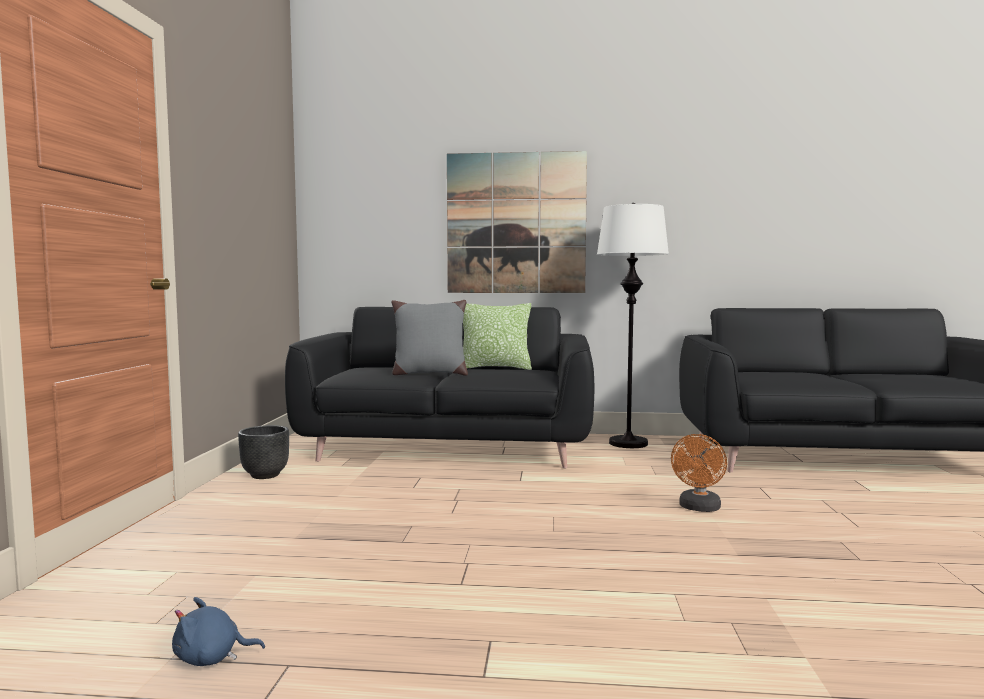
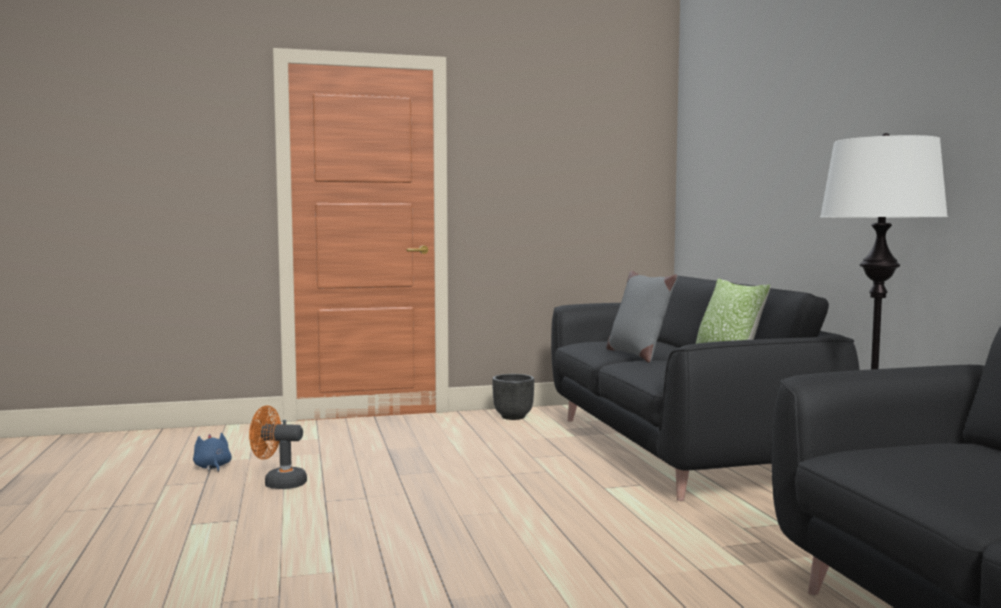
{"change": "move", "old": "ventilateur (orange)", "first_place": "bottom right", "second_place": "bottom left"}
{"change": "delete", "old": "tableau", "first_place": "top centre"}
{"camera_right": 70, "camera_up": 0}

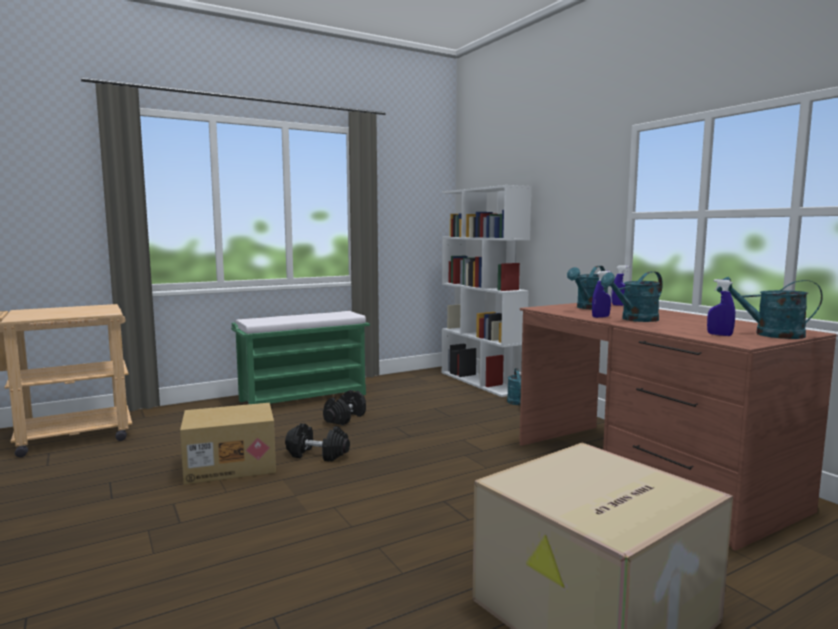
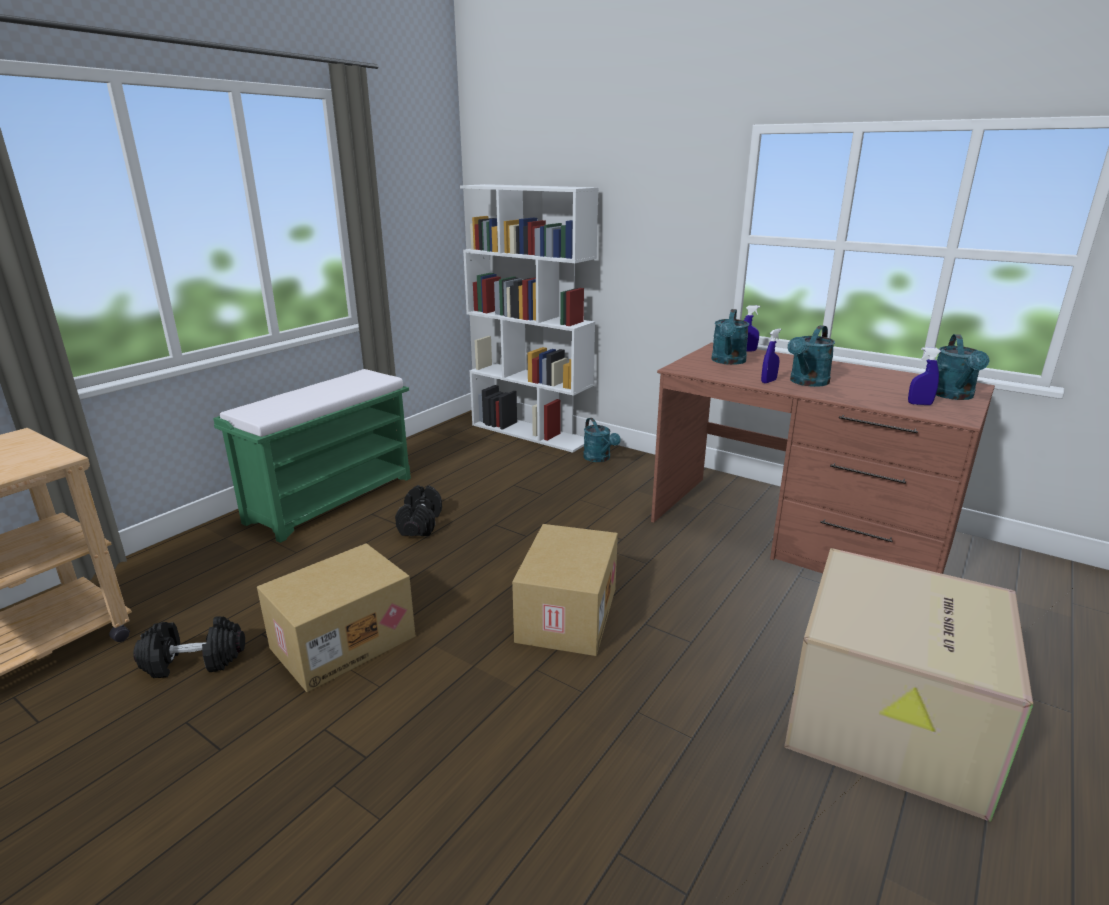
{"change": "move", "old": "haltère (noir) (1st from left)", "first_place": "bottom centre", "second_place": "bottom left"}
{"change": "insert", "new": "carton (2nd from left)", "second_place": "centre"}
{"change": "rotate", "old": "arrosoir (turquoise) (4th from left)", "first_place": "middle right", "second_place": "middle right", "degrees": -75}
{"camera_right": -25, "camera_up": 15}

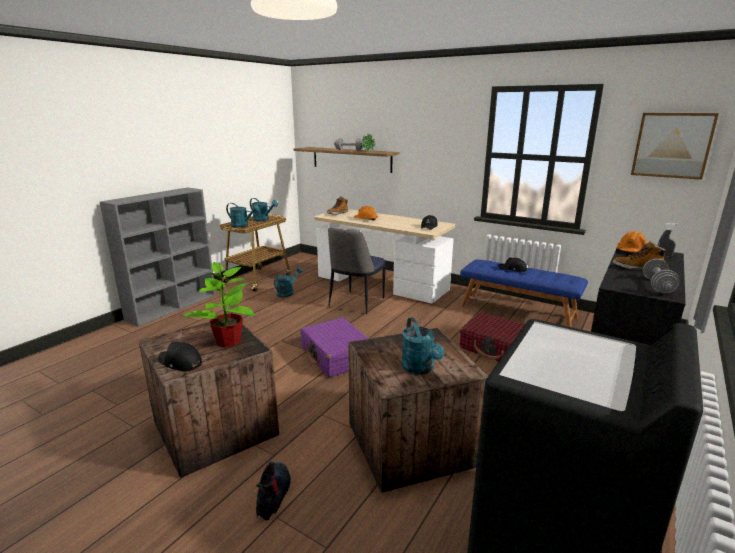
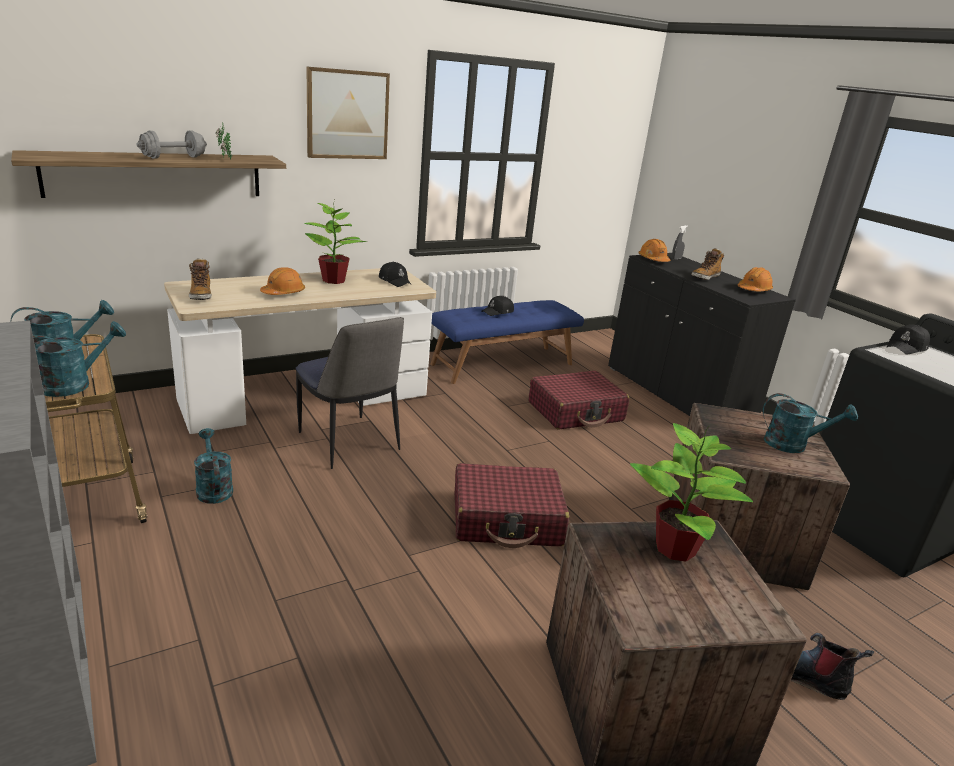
{"change": "insert", "new": "plante en pot (2nd from left)", "second_place": "top centre"}
{"change": "move", "old": "tableau", "first_place": "top right", "second_place": "top centre"}
{"change": "recolor", "old": "valise (violet)", "new": "valise (rouge) (1st from left)", "first_place": "centre", "second_place": "centre"}
{"change": "replace", "old": "haltère (gris) (2nd from left)", "new": "casque de chantier (orange) (3rd from left)", "first_place": "middle right", "second_place": "middle right"}
{"change": "move", "old": "casquette (noir) (1st from left in the first image)", "new": "casquette (noir) (3rd from left)", "first_place": "middle left", "second_place": "middle right"}
{"camera_right": -65, "camera_up": 5}

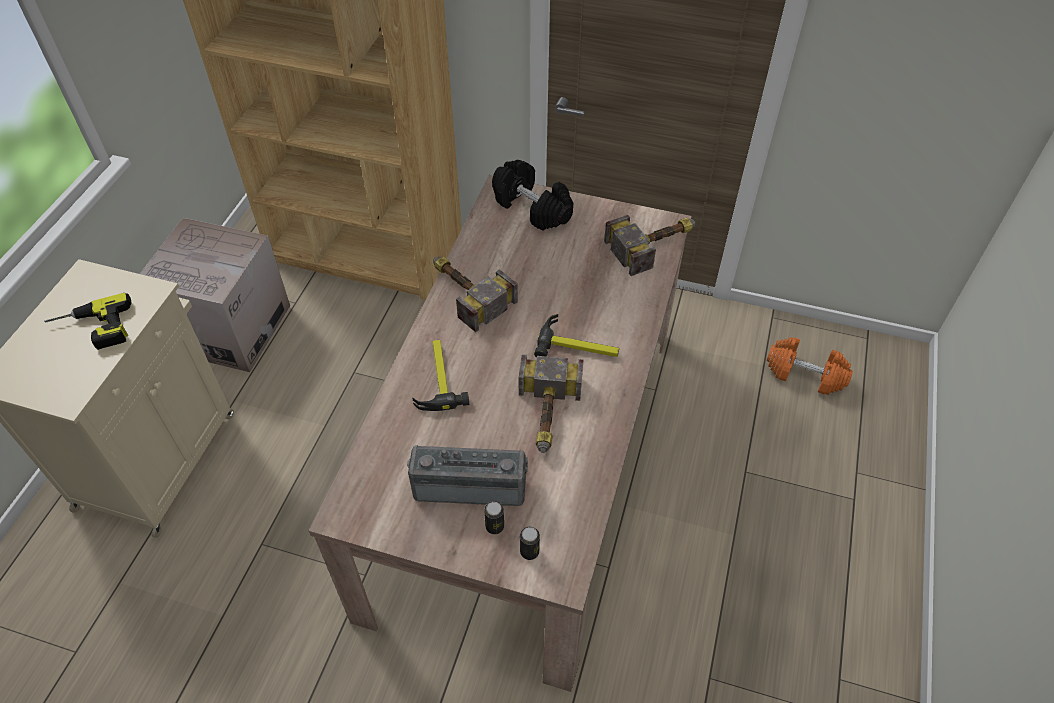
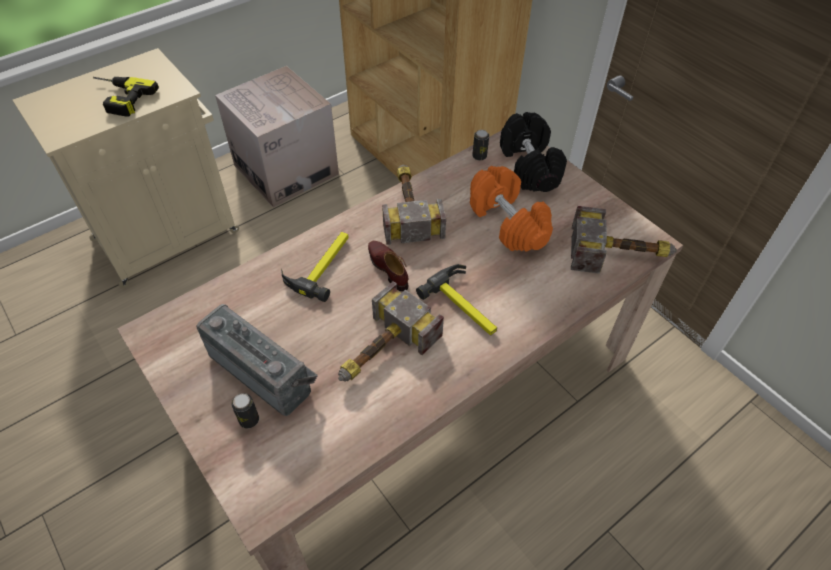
{"change": "insert", "new": "chaussure (marron)", "second_place": "centre"}
{"change": "move", "old": "haltère (orange)", "first_place": "middle right", "second_place": "centre"}
{"change": "move", "old": "boîte métallique (2nd from left)", "first_place": "bottom centre", "second_place": "top centre"}
{"camera_right": 35, "camera_up": 0}

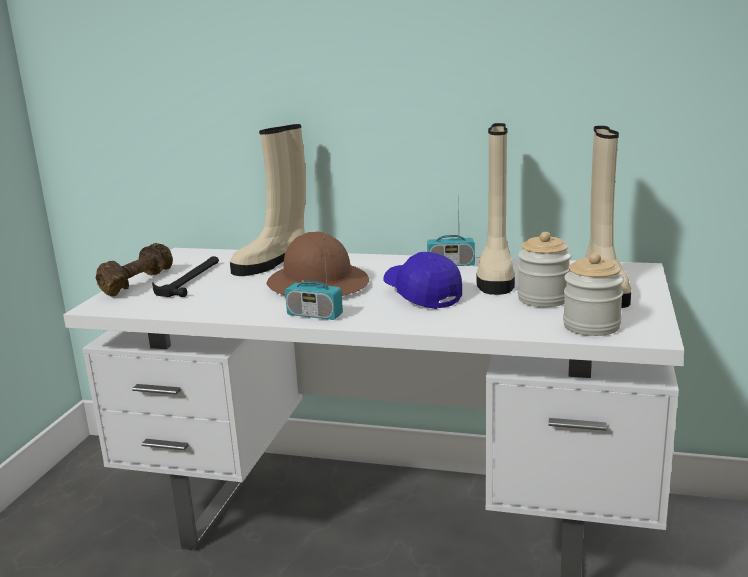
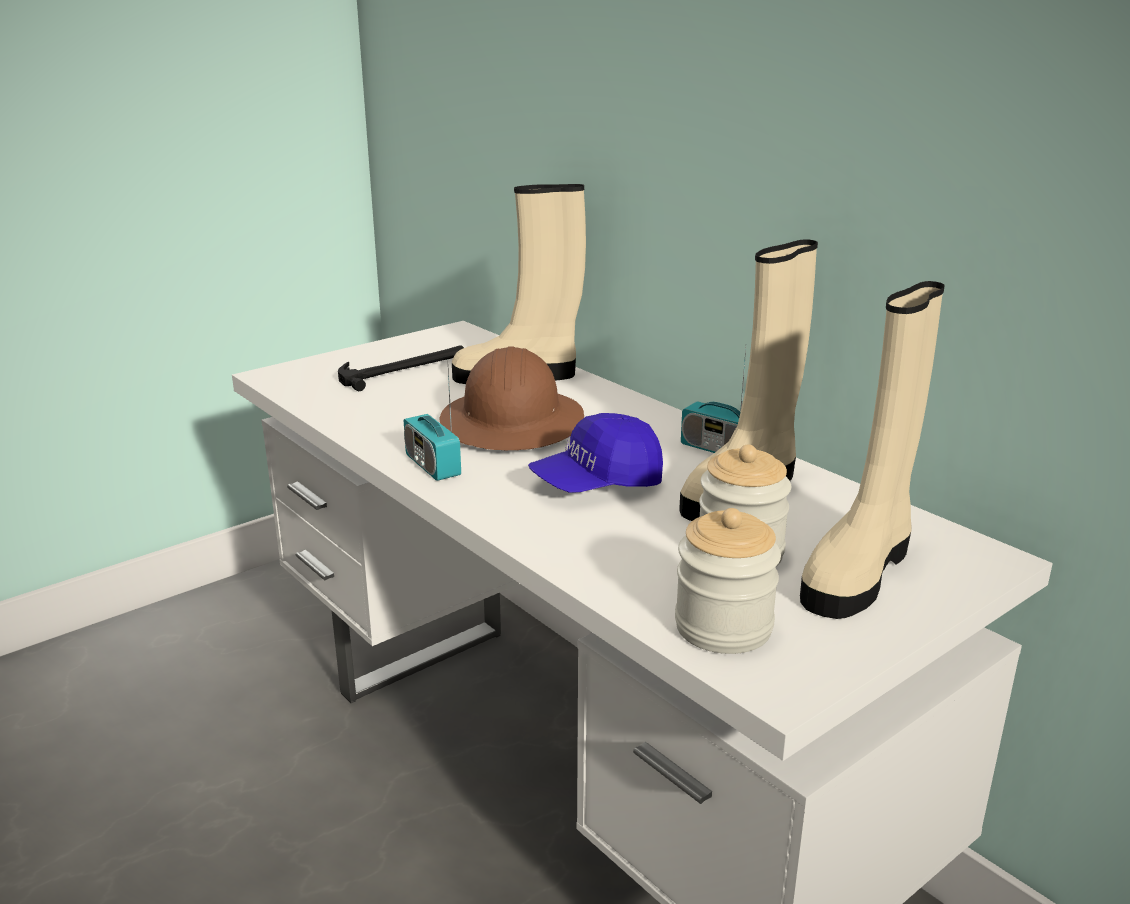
{"change": "rotate", "old": "casquette (bleu)", "first_place": "centre", "second_place": "centre", "degrees": -120}
{"change": "delete", "old": "haltère (marron)", "first_place": "middle left"}
{"camera_right": 35, "camera_up": 5}

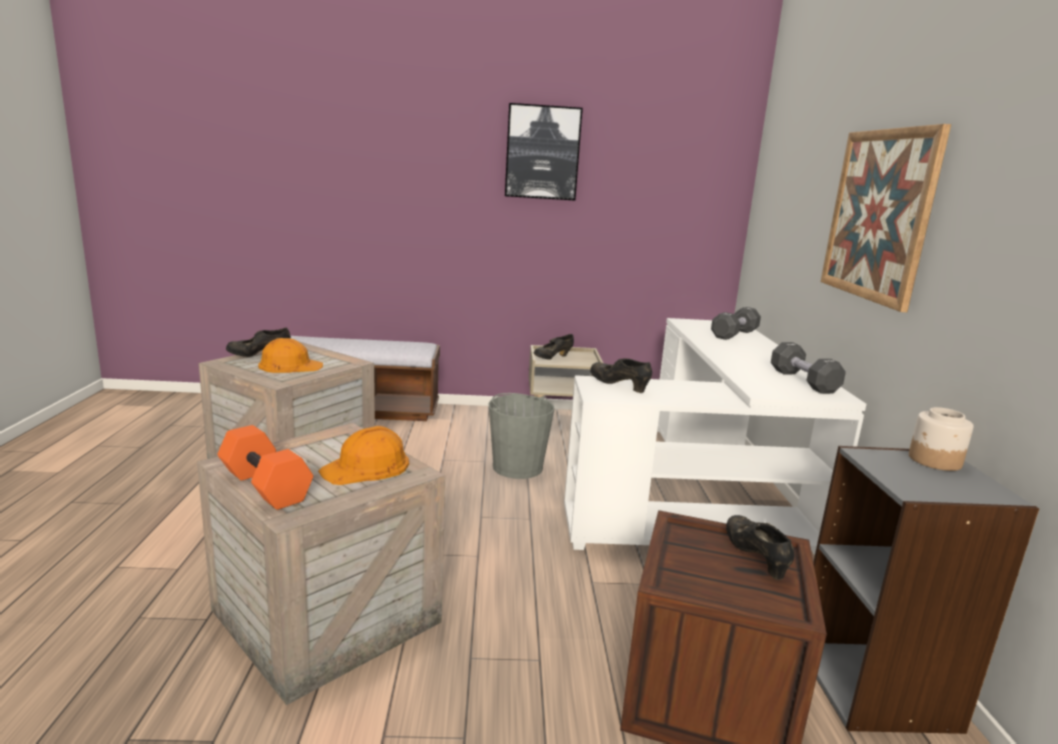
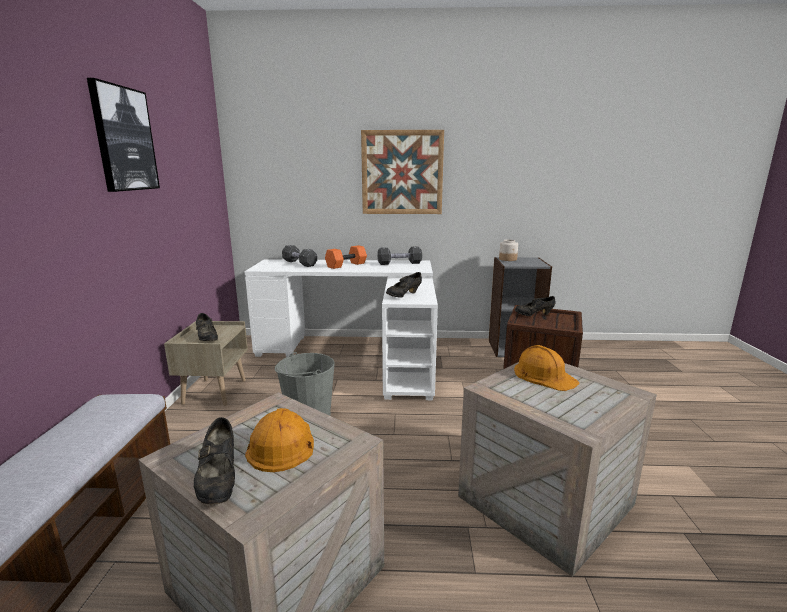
{"change": "move", "old": "haltère (orange)", "first_place": "middle left", "second_place": "centre"}
{"camera_right": -85, "camera_up": 0}

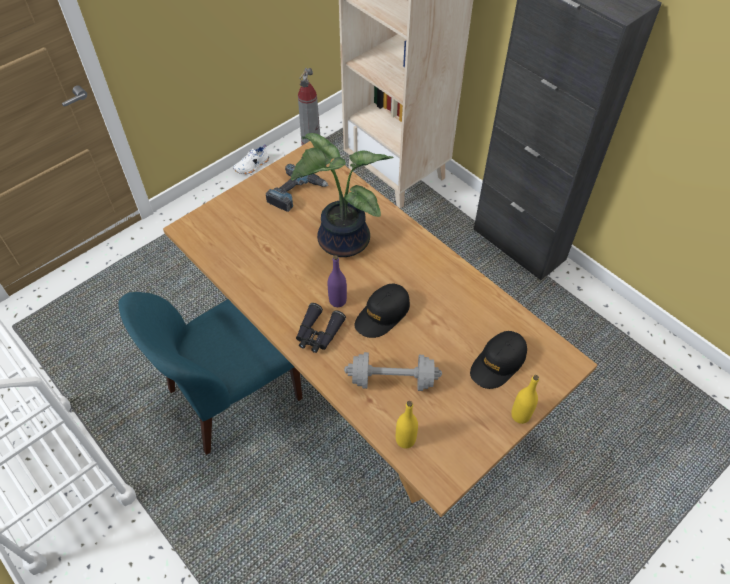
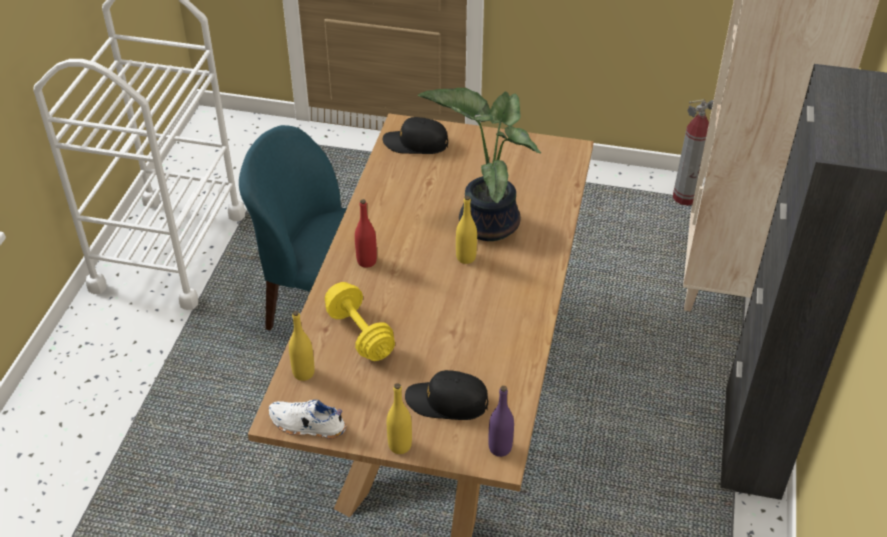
{"change": "move", "old": "chaussure (blanc)", "first_place": "top centre", "second_place": "bottom centre"}
{"change": "recolor", "old": "haltère (gris)", "new": "haltère (jaune)", "first_place": "centre", "second_place": "centre"}
{"change": "replace", "old": "jumelles (noir)", "new": "bouteille (rouge)", "first_place": "centre", "second_place": "centre"}
{"change": "move", "old": "casquette (noir) (1st from left)", "first_place": "centre", "second_place": "top centre"}
{"change": "insert", "new": "bouteille (jaune) (3rd from left)", "second_place": "centre"}
{"change": "move", "old": "bouteille (violet)", "first_place": "centre", "second_place": "bottom centre"}
{"change": "delete", "old": "perceuse", "first_place": "top centre"}
{"camera_right": 55, "camera_up": -10}

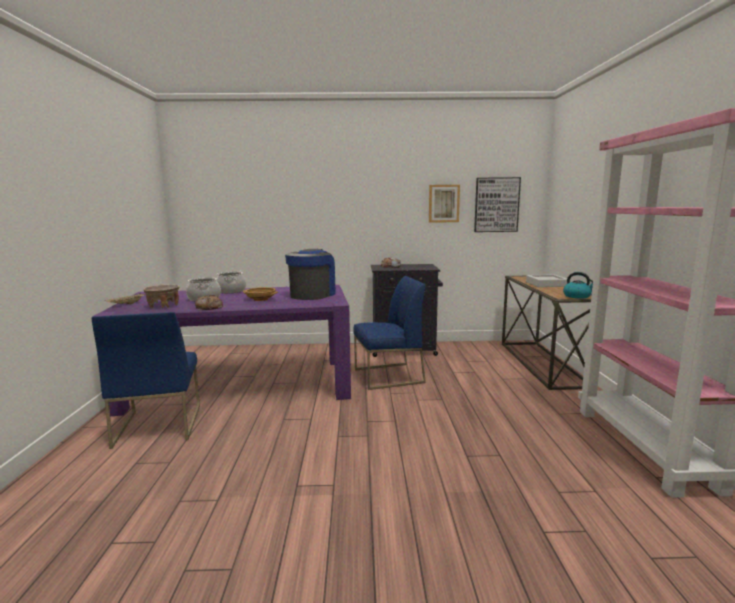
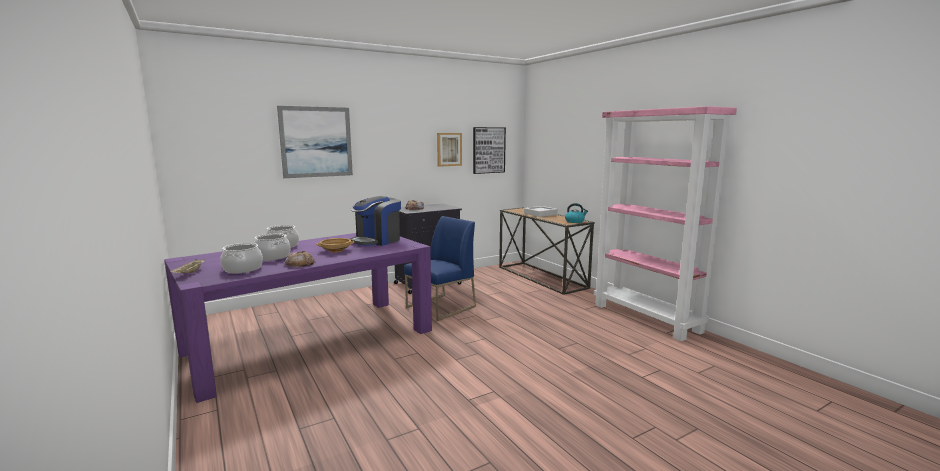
{"change": "replace", "old": "bol (beige) (1st from left)", "new": "marmite (1st from left)", "first_place": "middle left", "second_place": "middle left"}
{"change": "insert", "new": "tableau (1st from left)", "second_place": "top centre"}
{"change": "rotate", "old": "machine à café", "first_place": "centre", "second_place": "centre", "degrees": -135}
{"change": "delete", "old": "chaise (bleu) (1st from left)", "first_place": "middle left"}
{"camera_right": -30, "camera_up": 0}

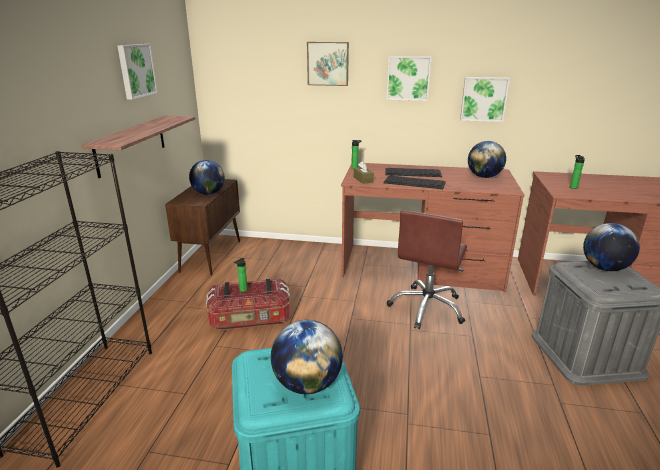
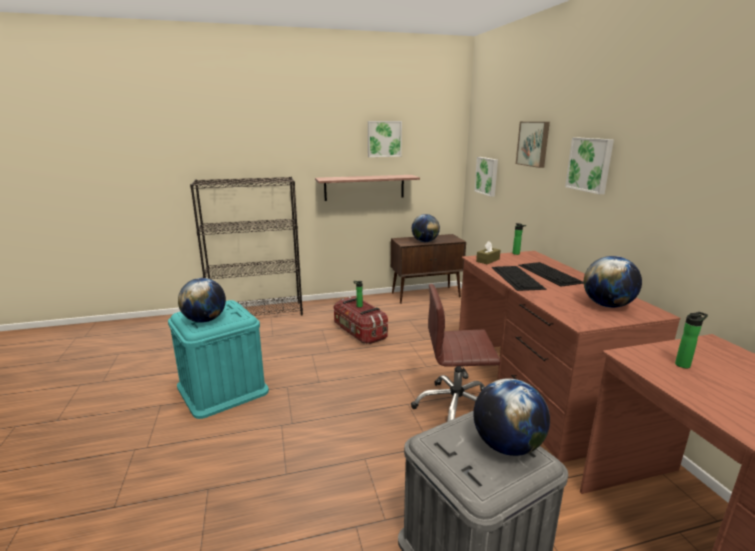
{"change": "move", "old": "tableau (4th from left in the first image)", "new": "tableau (2nd from left)", "first_place": "top right", "second_place": "top centre"}
{"camera_right": 65, "camera_up": -5}

